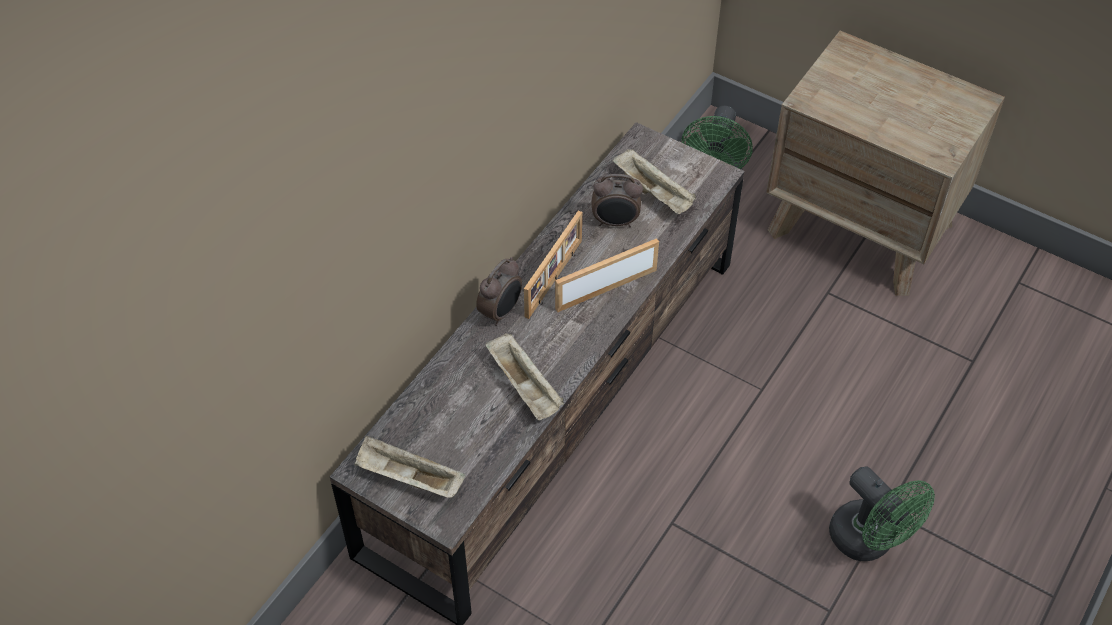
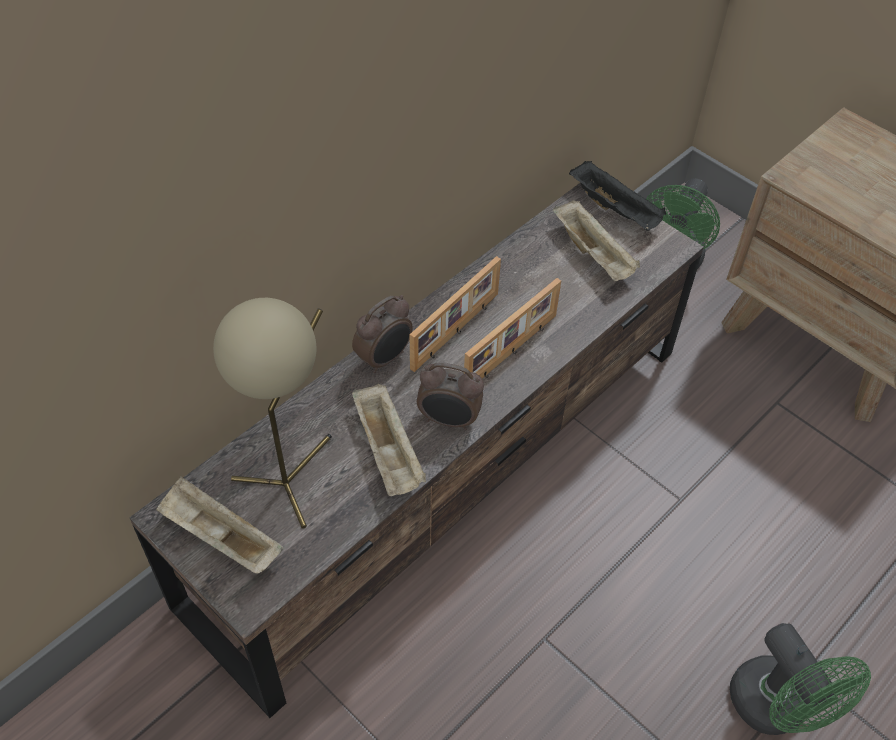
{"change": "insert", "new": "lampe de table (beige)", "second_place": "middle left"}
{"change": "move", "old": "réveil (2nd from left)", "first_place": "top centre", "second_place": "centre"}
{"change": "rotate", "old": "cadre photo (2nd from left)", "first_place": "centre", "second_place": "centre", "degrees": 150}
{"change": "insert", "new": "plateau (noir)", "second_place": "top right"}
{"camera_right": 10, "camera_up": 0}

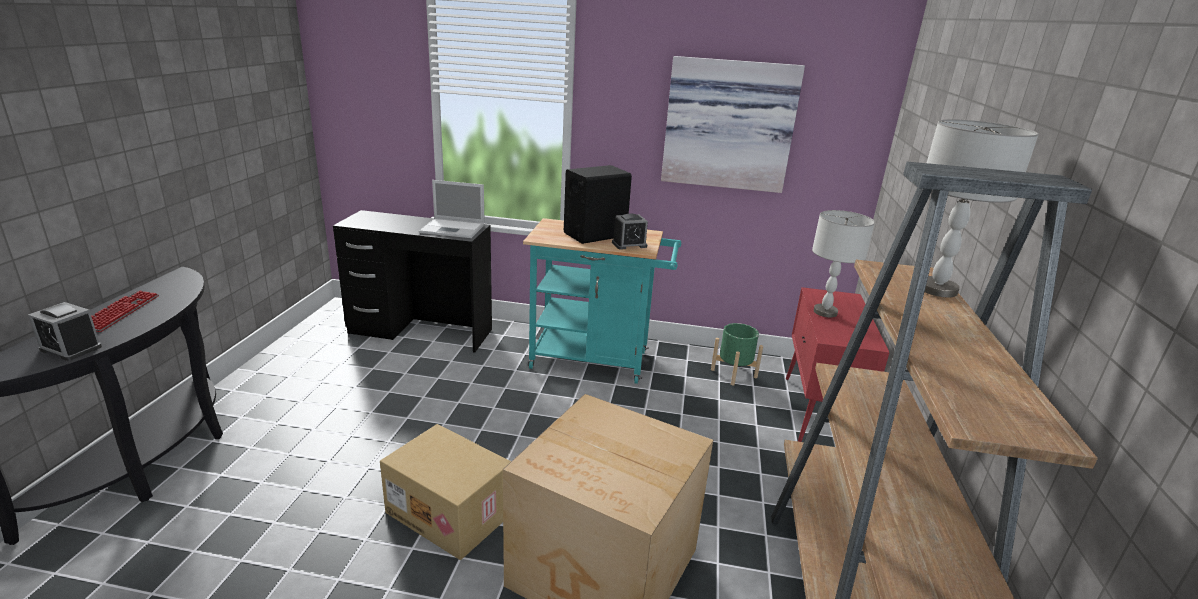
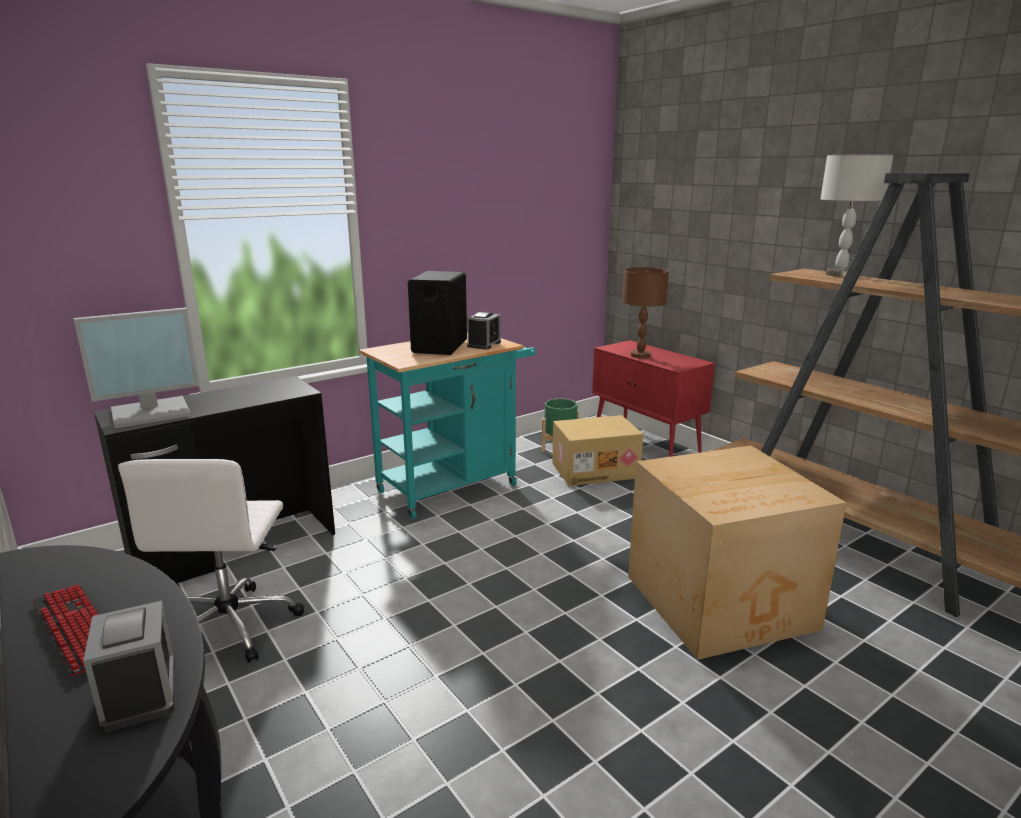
{"change": "insert", "new": "écran d'ordinateur", "second_place": "middle left"}
{"change": "rotate", "old": "réveil (1st from left)", "first_place": "middle left", "second_place": "bottom left", "degrees": -90}
{"change": "insert", "new": "chaise de bureau (blanc)", "second_place": "bottom left"}
{"change": "move", "old": "carton (1st from left)", "first_place": "bottom centre", "second_place": "centre"}
{"change": "recolor", "old": "lampe de table (gris) (1st from left)", "new": "lampe de table (marron)", "first_place": "middle right", "second_place": "centre"}
{"change": "delete", "old": "ordinateur portable", "first_place": "centre"}
{"change": "delete", "old": "tableau", "first_place": "top centre"}
{"camera_right": -45, "camera_up": -5}

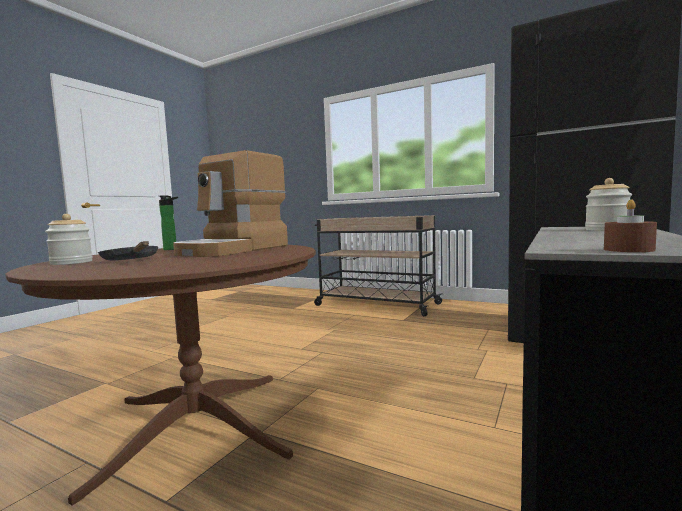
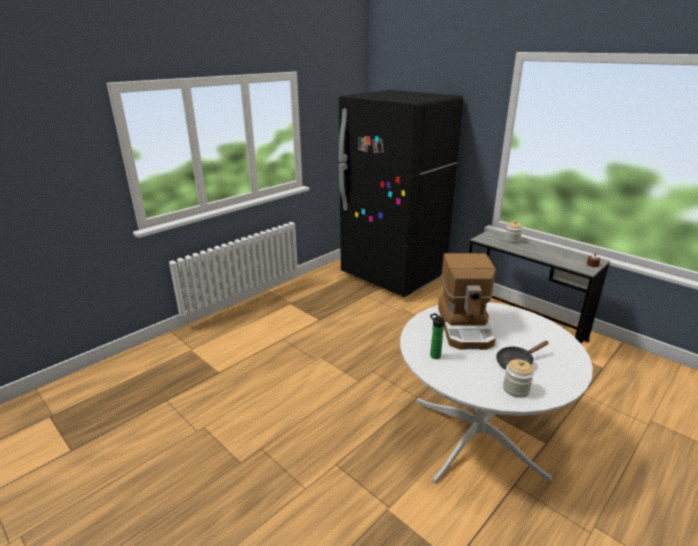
{"change": "recolor", "old": "table à manger (marron)", "new": "table à manger (blanc)", "first_place": "bottom left", "second_place": "bottom right"}
{"change": "rotate", "old": "machine à café", "first_place": "centre", "second_place": "middle right", "degrees": 45}
{"change": "delete", "old": "chariot (beige)", "first_place": "centre"}
{"camera_right": -75, "camera_up": 20}

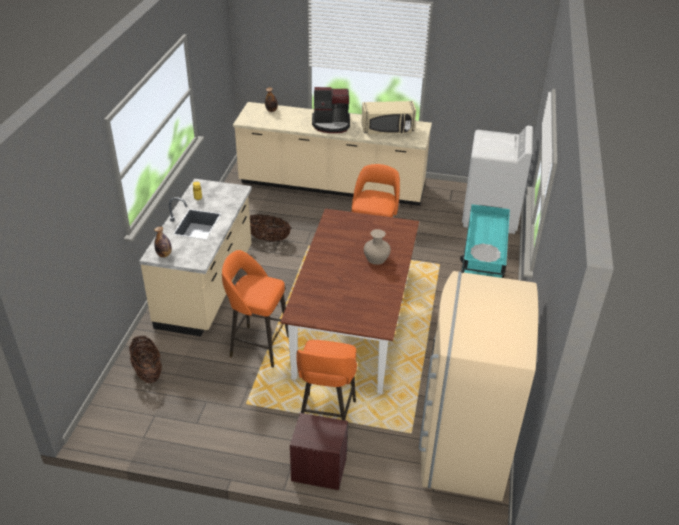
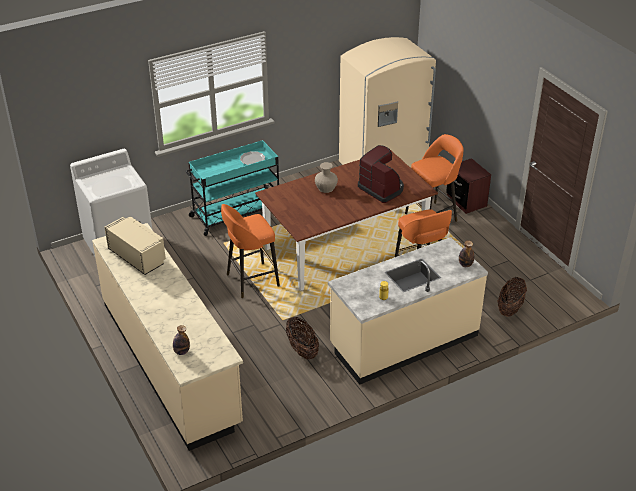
{"change": "move", "old": "machine à café", "first_place": "top centre", "second_place": "centre"}
{"camera_right": -130, "camera_up": 0}

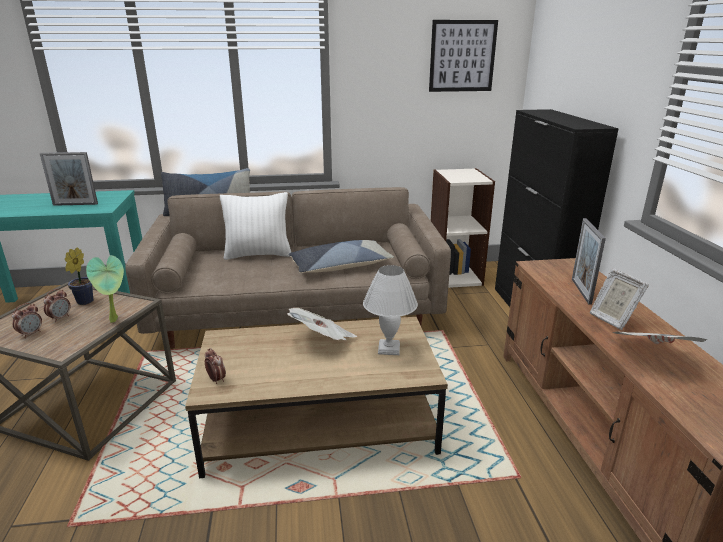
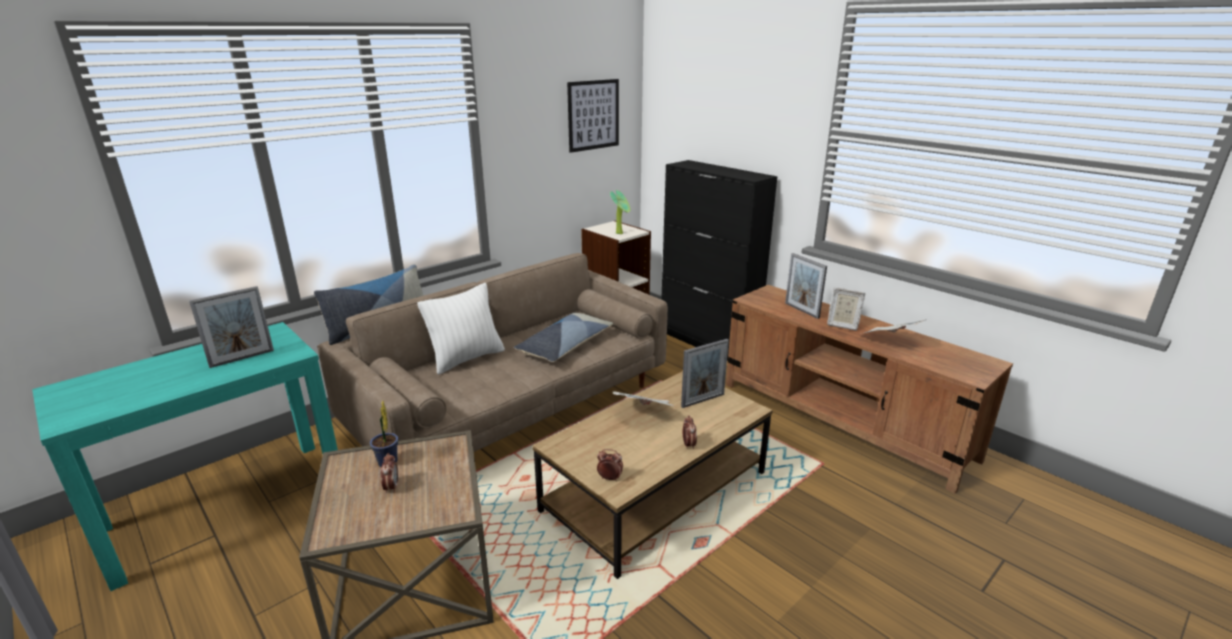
{"change": "move", "old": "plante en pot (2nd from left)", "first_place": "middle left", "second_place": "top centre"}
{"change": "replace", "old": "lampe de table (blanc)", "new": "cadre photo (2nd from left)", "first_place": "centre", "second_place": "centre"}
{"change": "move", "old": "réveil (1st from left in the first image)", "new": "réveil (3rd from left)", "first_place": "middle left", "second_place": "bottom centre"}
{"camera_right": -35, "camera_up": 0}

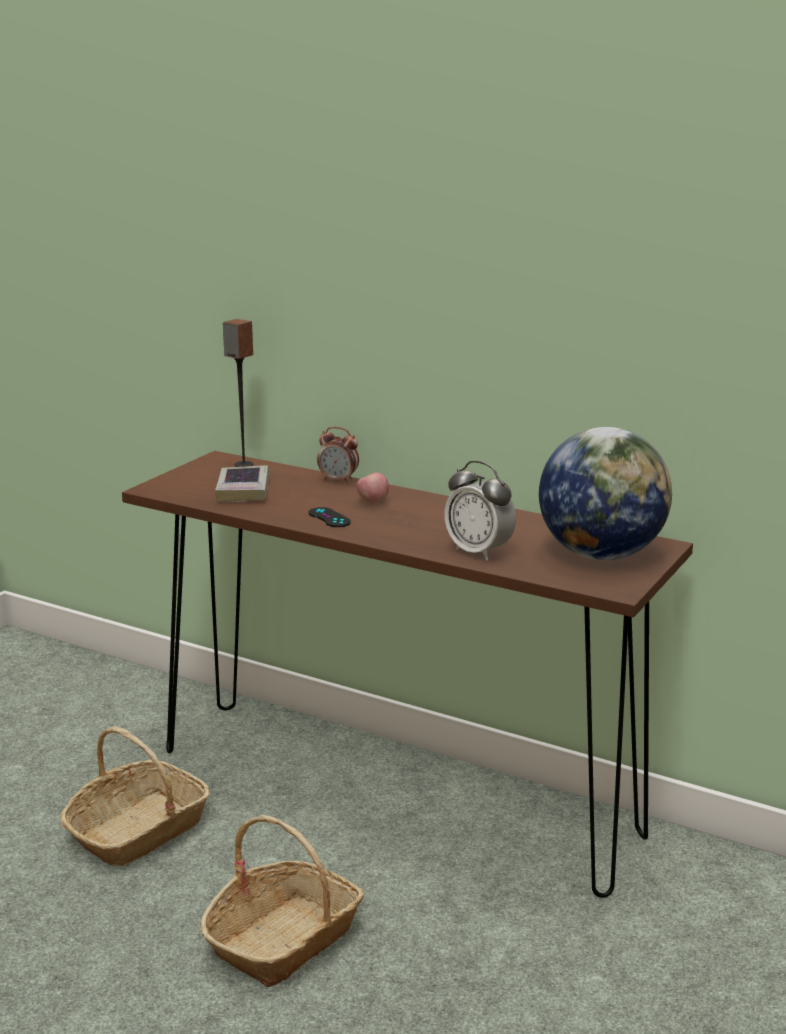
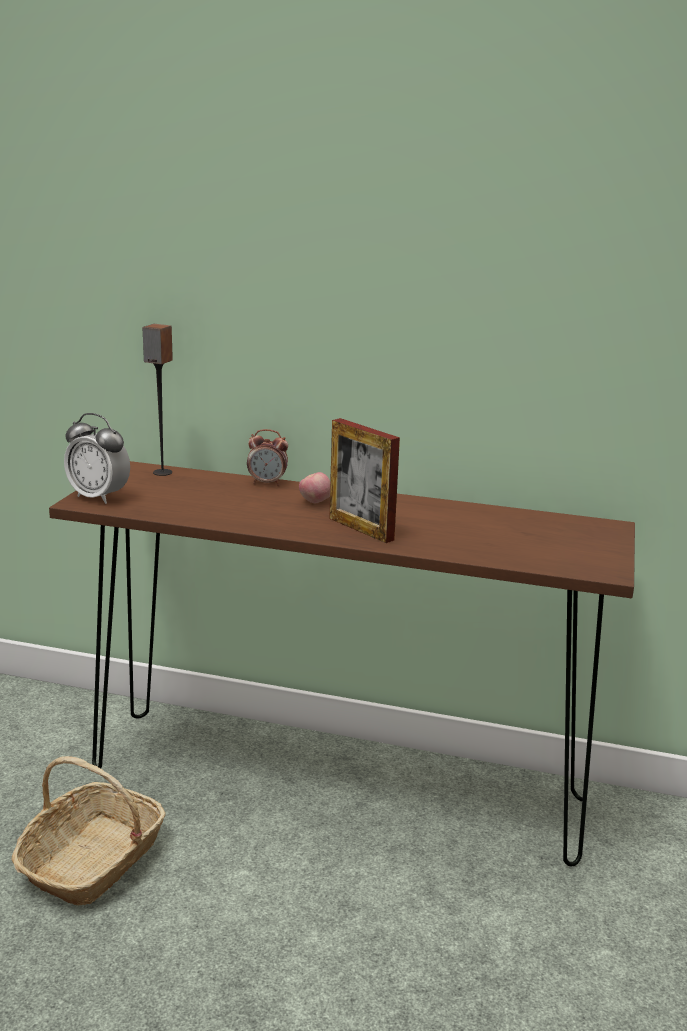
{"change": "move", "old": "réveil (2nd from left in the first image)", "new": "réveil (1st from left)", "first_place": "centre", "second_place": "middle left"}
{"change": "insert", "new": "cadre photo", "second_place": "centre"}
{"change": "delete", "old": "panier (2nd from left)", "first_place": "bottom centre"}
{"change": "delete", "old": "livre", "first_place": "middle left"}
{"change": "delete", "old": "manette (noir)", "first_place": "centre"}
{"change": "delete", "old": "globe", "first_place": "middle right"}
{"camera_right": -15, "camera_up": 0}

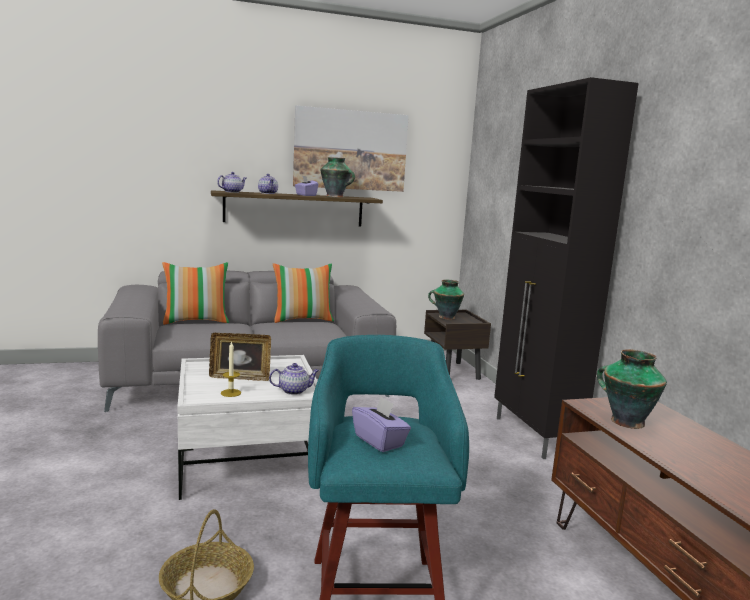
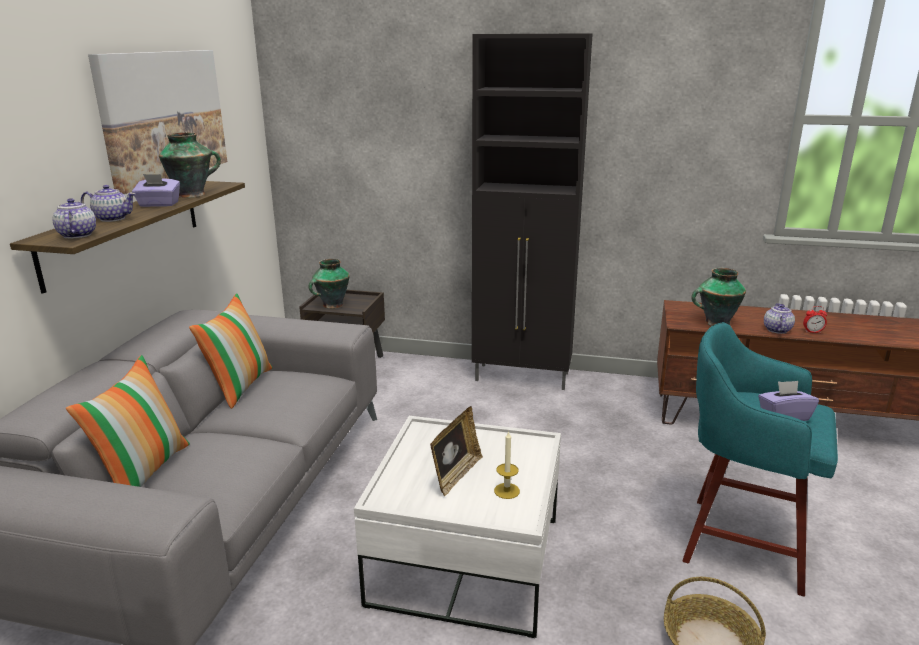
{"change": "move", "old": "théière (3rd from left)", "first_place": "centre", "second_place": "middle right"}
{"change": "insert", "new": "réveil", "second_place": "middle right"}
{"camera_right": -60, "camera_up": 10}

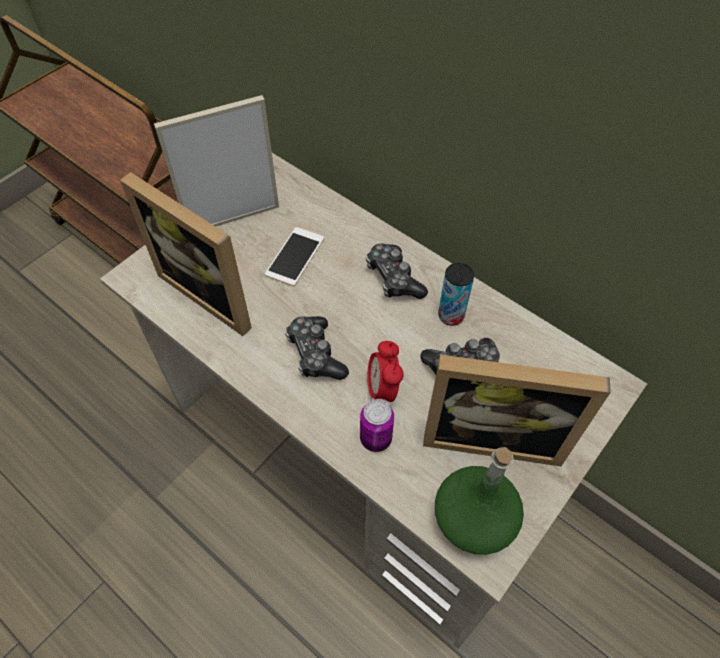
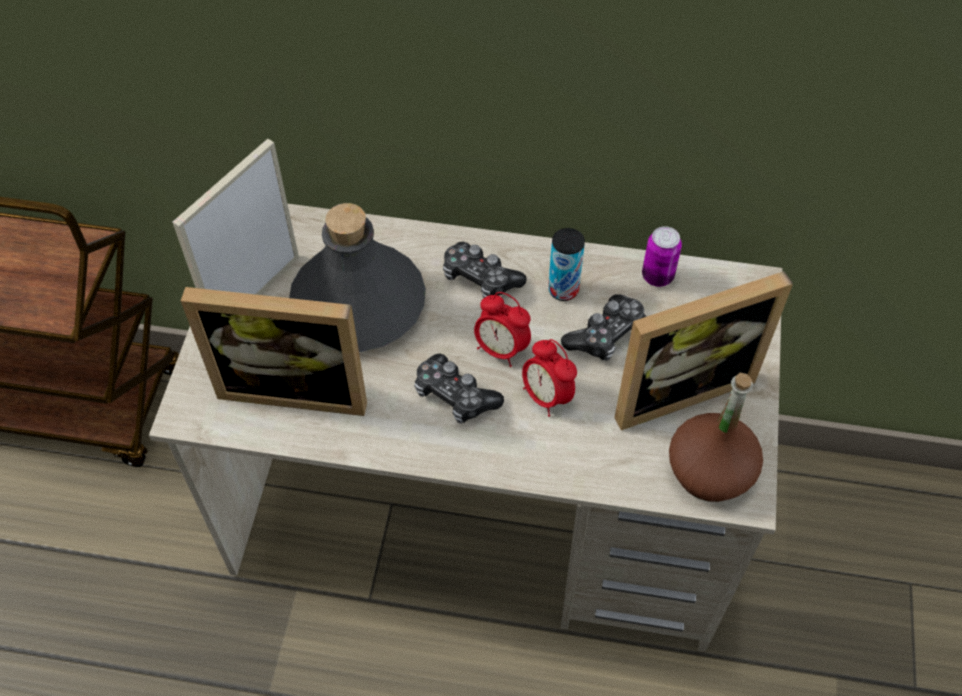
{"change": "replace", "old": "téléphone", "new": "bouteille (gris)", "first_place": "centre", "second_place": "centre"}
{"change": "insert", "new": "réveil (1st from left)", "second_place": "centre"}
{"change": "move", "old": "boîte métallique (1st from left in the first image)", "new": "boîte métallique (2nd from left)", "first_place": "centre", "second_place": "middle right"}
{"change": "recolor", "old": "bouteille (vert)", "new": "bouteille (marron)", "first_place": "bottom centre", "second_place": "middle right"}
{"camera_right": -30, "camera_up": 0}

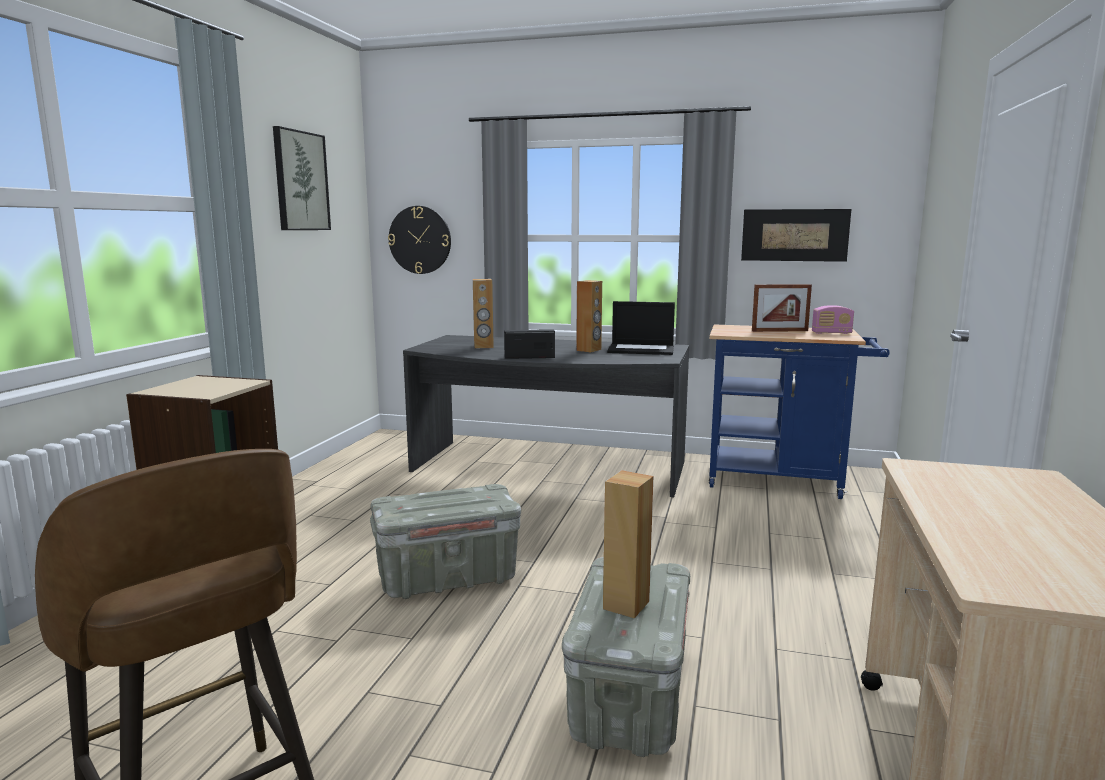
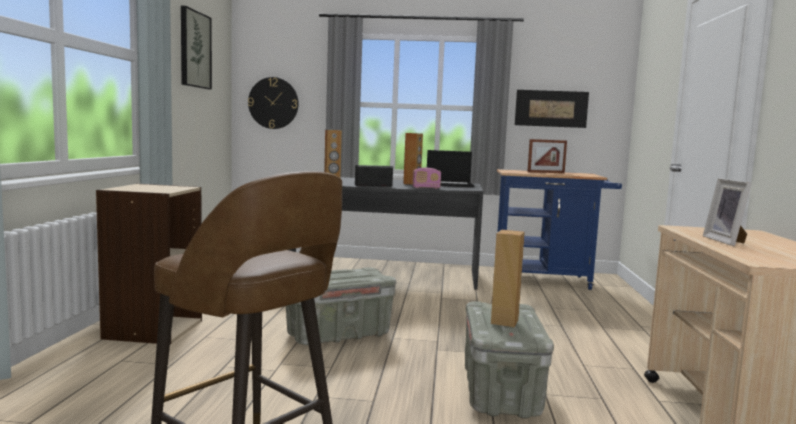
{"change": "move", "old": "radio (2nd from left)", "first_place": "middle right", "second_place": "centre"}
{"change": "insert", "new": "cadre photo (2nd from left)", "second_place": "middle right"}
{"camera_right": -10, "camera_up": -5}

